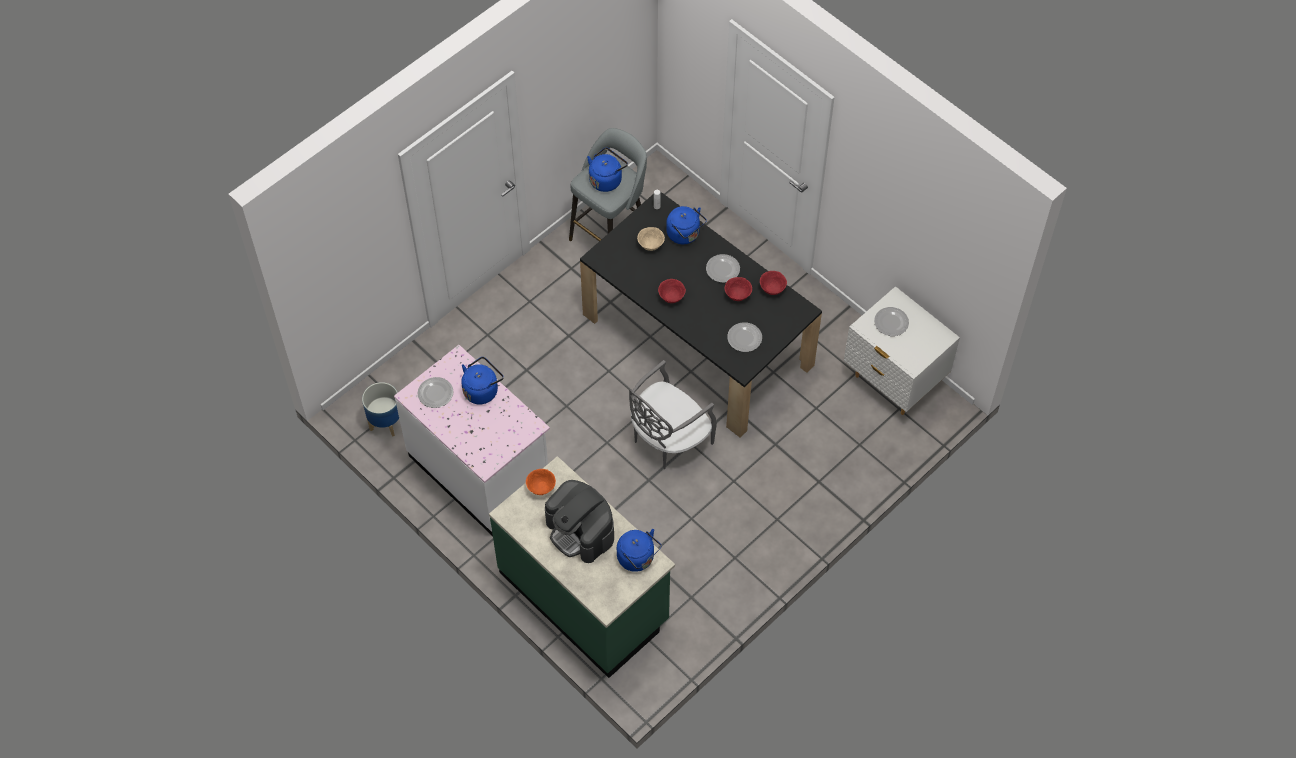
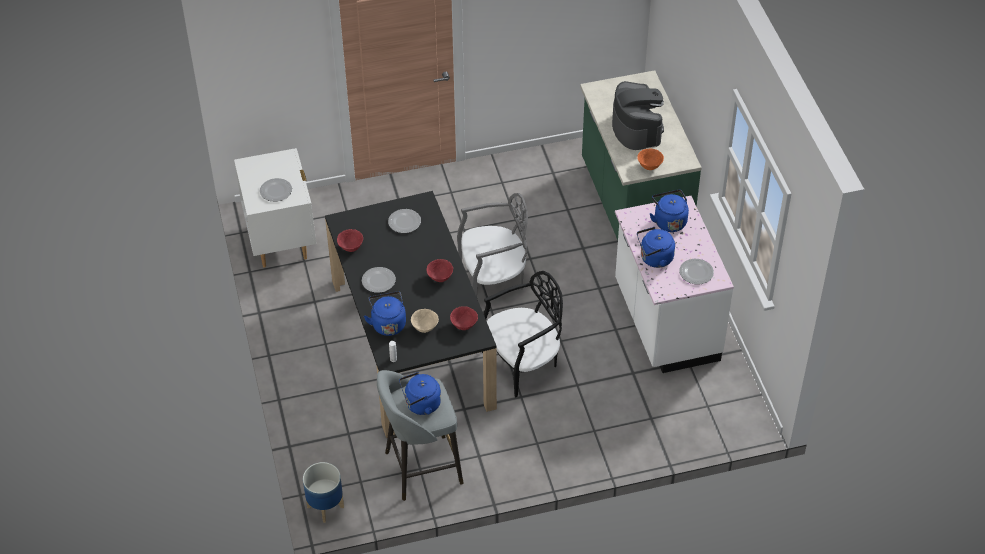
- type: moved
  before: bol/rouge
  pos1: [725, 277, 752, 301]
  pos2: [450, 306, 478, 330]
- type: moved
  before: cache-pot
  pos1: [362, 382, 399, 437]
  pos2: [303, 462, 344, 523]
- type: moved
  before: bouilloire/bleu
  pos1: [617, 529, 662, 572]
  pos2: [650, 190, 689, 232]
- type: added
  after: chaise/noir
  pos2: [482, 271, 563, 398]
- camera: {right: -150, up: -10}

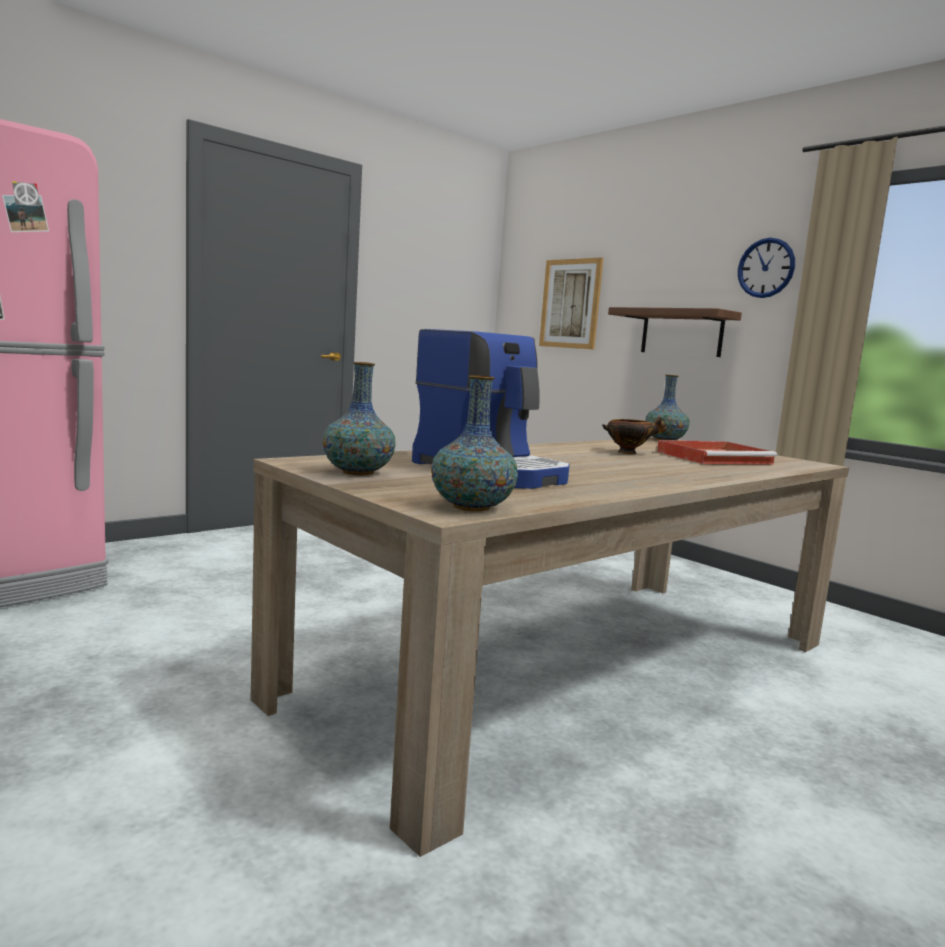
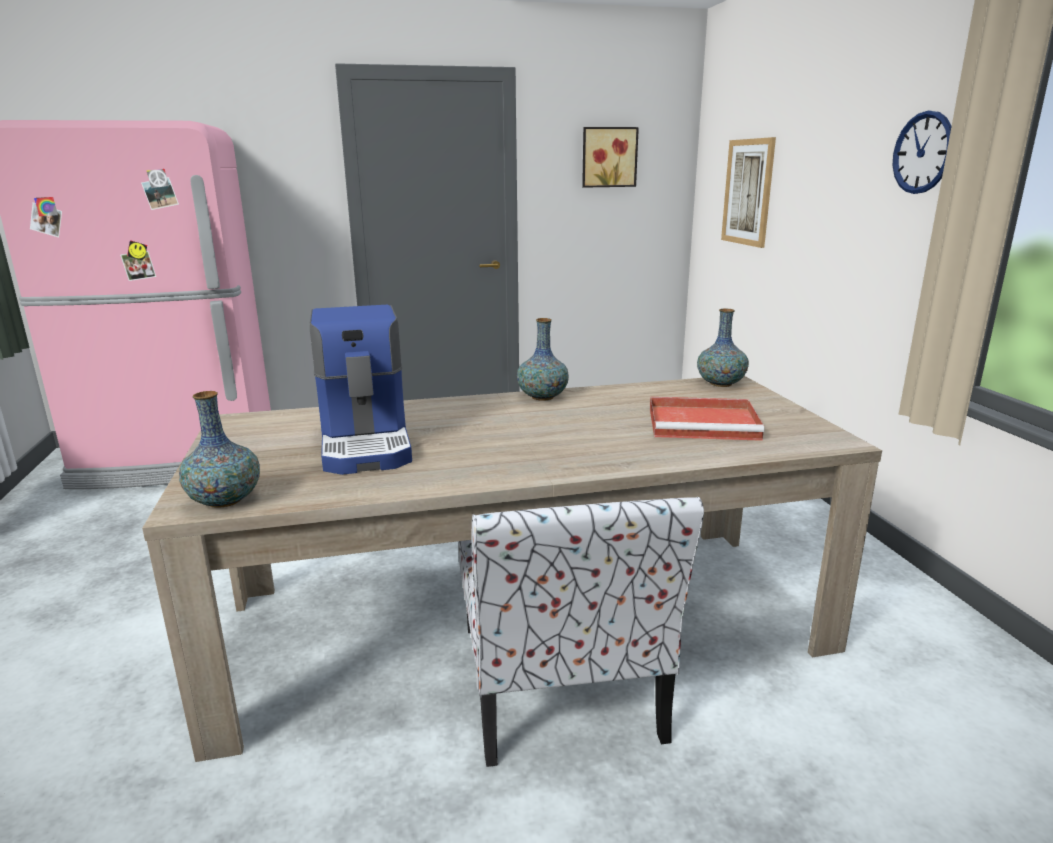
- type: removed
  before: étagère
  pos1: [608, 307, 742, 357]
- type: moved
  before: vase
  pos1: [323, 362, 396, 475]
  pos2: [517, 318, 569, 401]
- type: removed
  before: bol
  pos1: [602, 417, 667, 454]
- type: added
  after: tableau
  pos2: [582, 127, 639, 188]
- type: added
  after: chaise
  pos2: [459, 497, 704, 767]
- camera: {right: 30, up: 10}

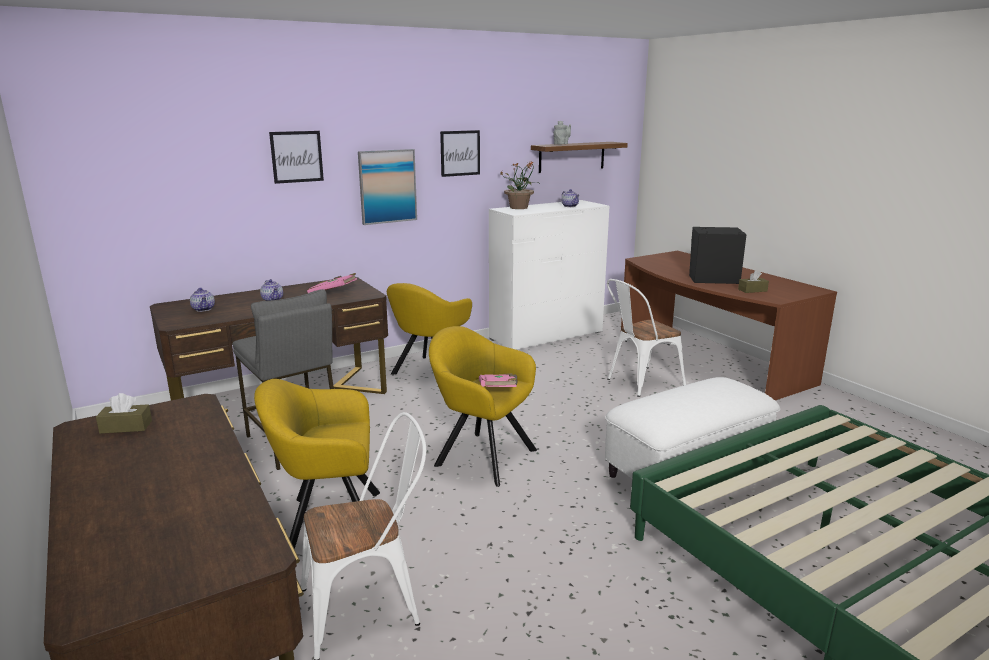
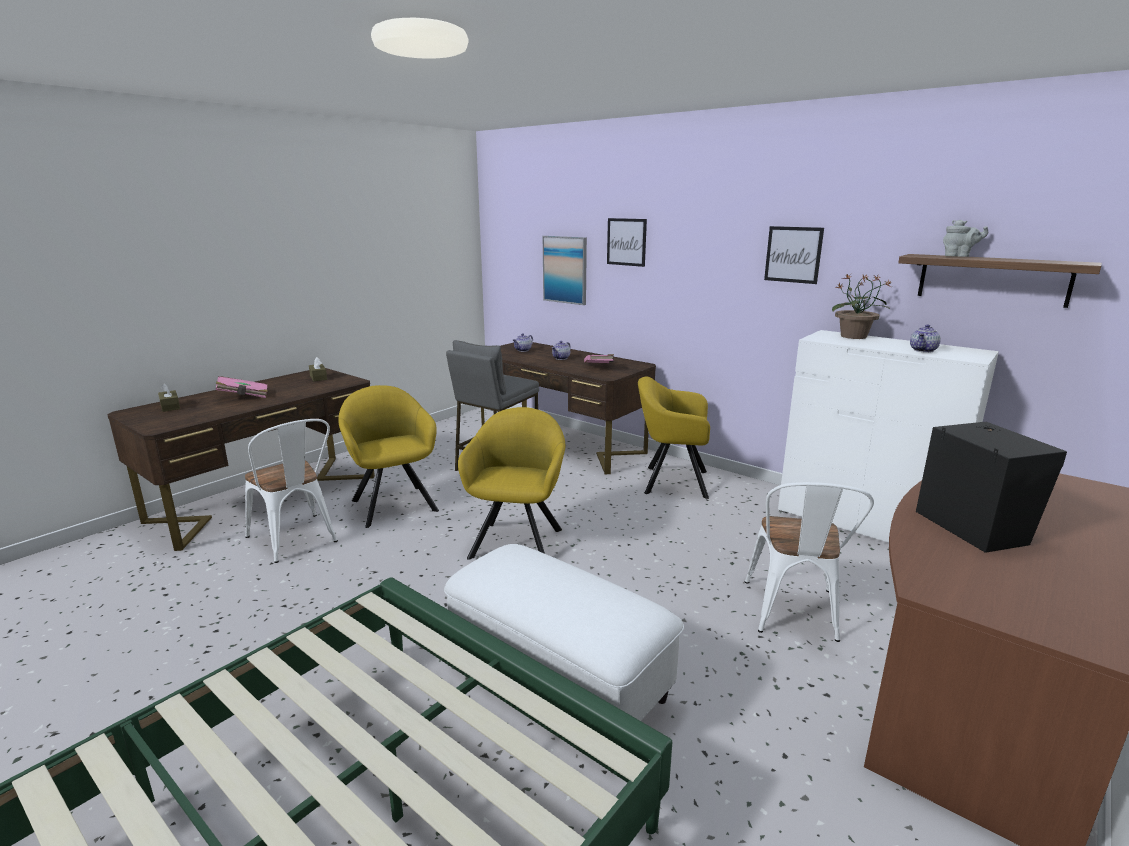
- type: moved
  before: tableau
  pos1: [358, 149, 417, 225]
  pos2: [543, 236, 587, 305]
- type: moved
  before: boîte à mouchoirs/marron
  pos1: [738, 270, 769, 293]
  pos2: [158, 383, 180, 412]
- type: turned
  before: chaise/blanc
  pos1: [607, 279, 686, 397]
  pos2: [745, 482, 874, 642]
  turn: -120
- type: moved
  before: livre/rose
  pos1: [479, 373, 517, 387]
  pos2: [215, 376, 268, 398]
- camera: {right: 70, up: 0}

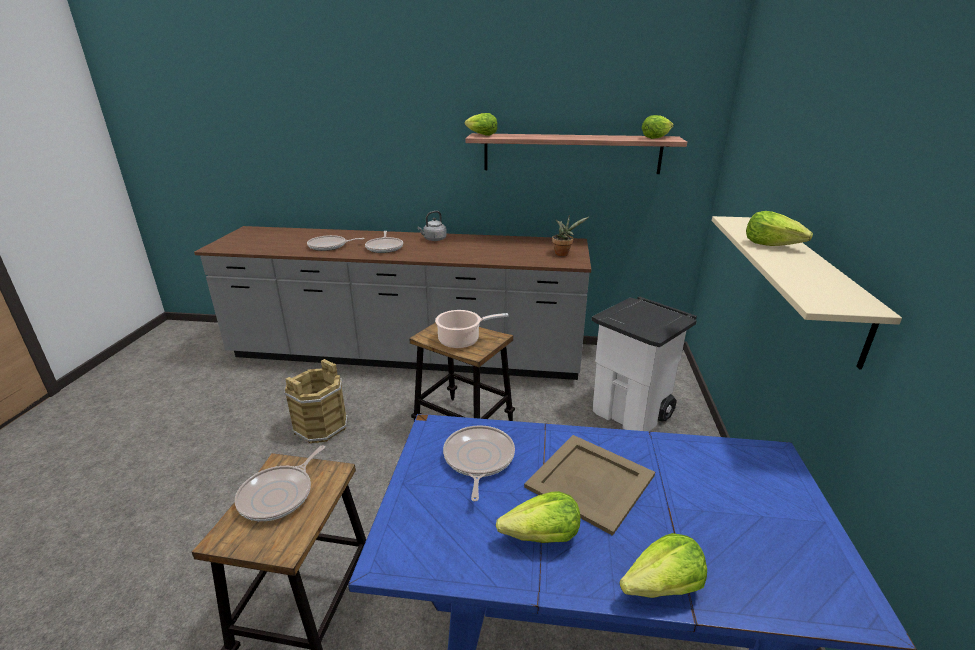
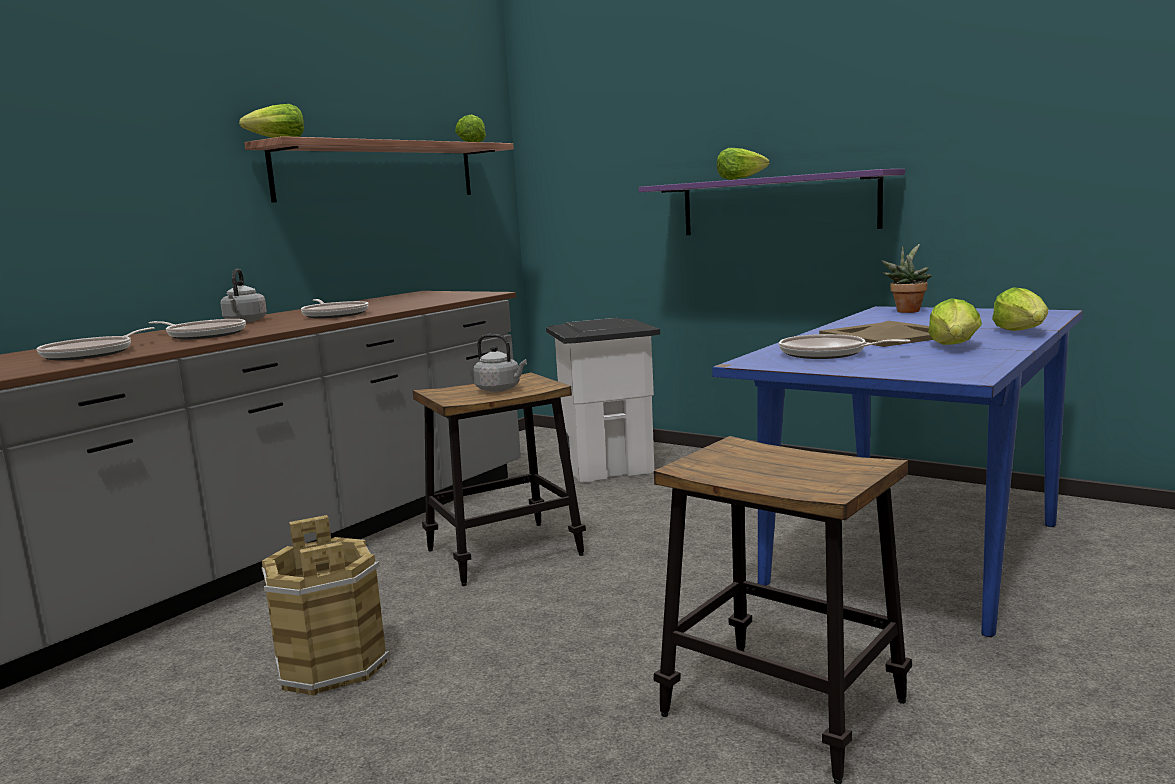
- type: moved
  before: plante en pot
  pos1: [552, 215, 589, 256]
  pos2: [881, 244, 932, 313]
- type: recoloured
  before: étagère/beige
  after: étagère/violet
  pos1: [712, 216, 902, 370]
  pos2: [639, 169, 905, 235]
- type: replaced
  before: marmite
  after: bouilloire/gris
  pos1: [435, 310, 509, 348]
  pos2: [473, 334, 527, 392]
- type: moved
  before: poêle
  pos1: [235, 445, 325, 521]
  pos2: [301, 299, 368, 318]
- camera: {right: -60, up: -15}

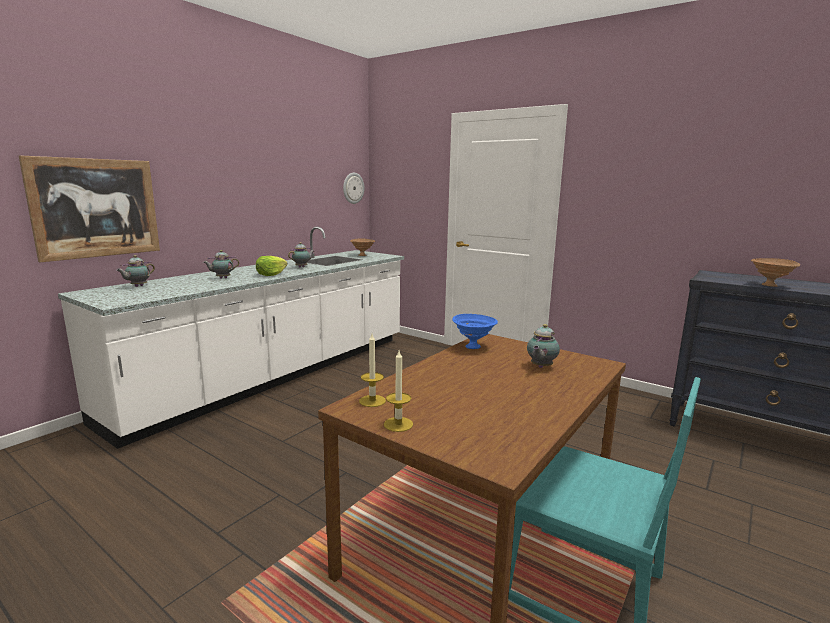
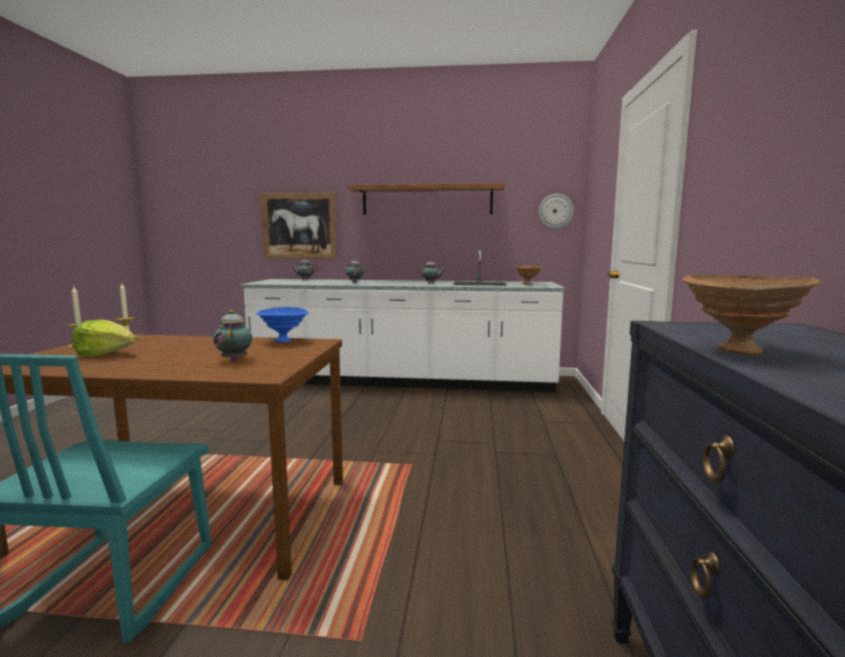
- type: moved
  before: laitue
  pos1: [256, 256, 288, 276]
  pos2: [72, 319, 136, 356]
- type: turned
  before: théière
  pos1: [527, 324, 560, 368]
  pos2: [213, 310, 252, 361]
  turn: 75
- type: added
  after: étagère
  pos2: [348, 183, 505, 215]
- camera: {right: 60, up: -5}

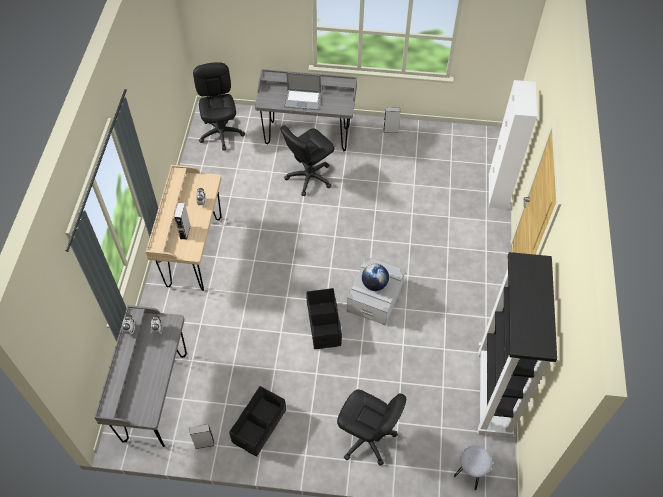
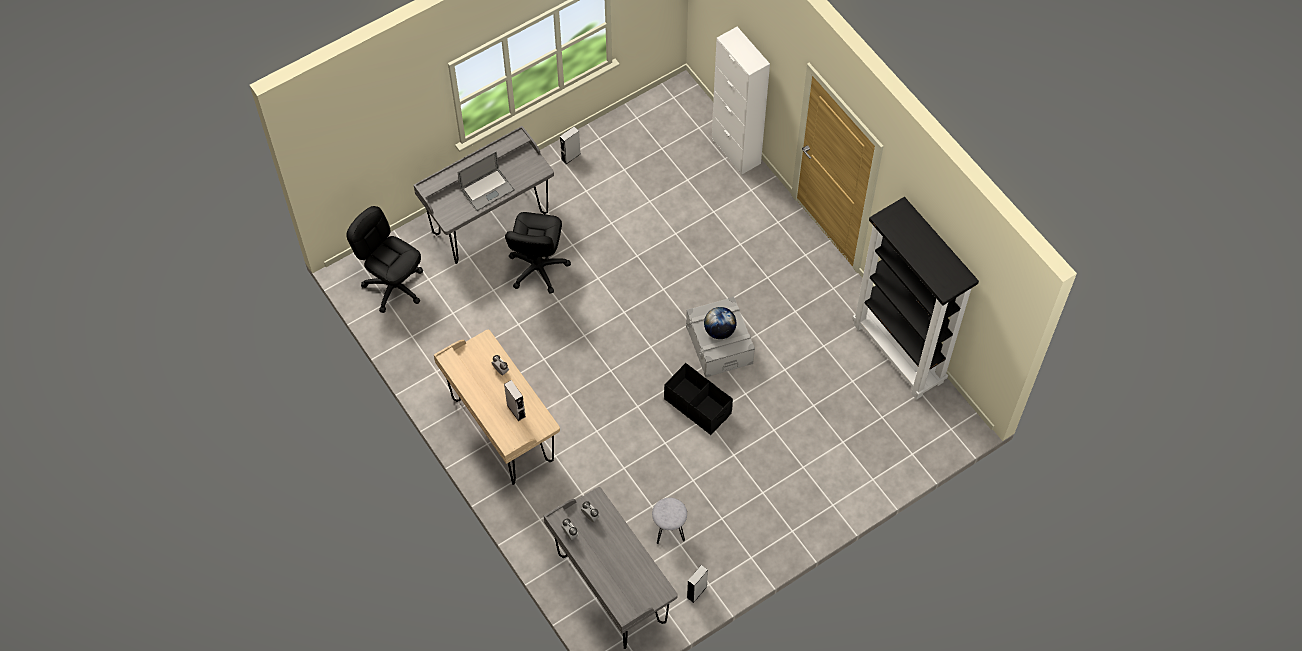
- type: removed
  before: boîte de rangement/noir
  pos1: [229, 386, 286, 456]
- type: removed
  before: chaise de bureau/noir
  pos1: [337, 389, 406, 466]
- type: moved
  before: tabouret/gris
  pos1: [454, 446, 493, 490]
  pos2: [652, 498, 687, 544]
- camera: {right: -40, up: 5}

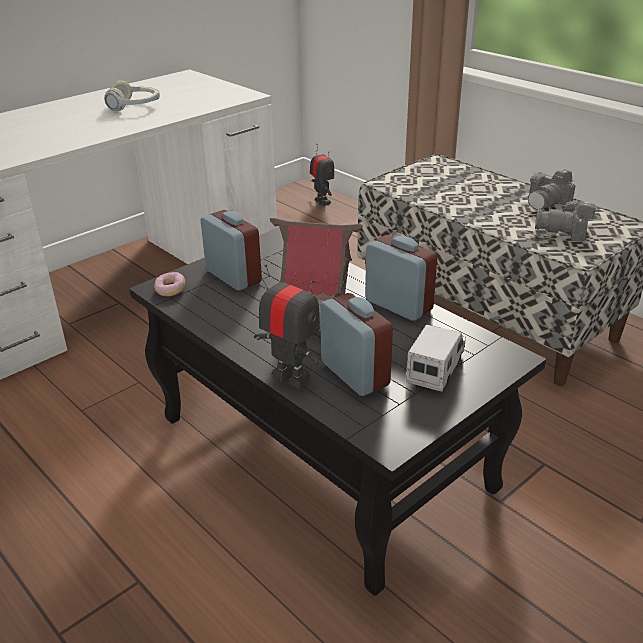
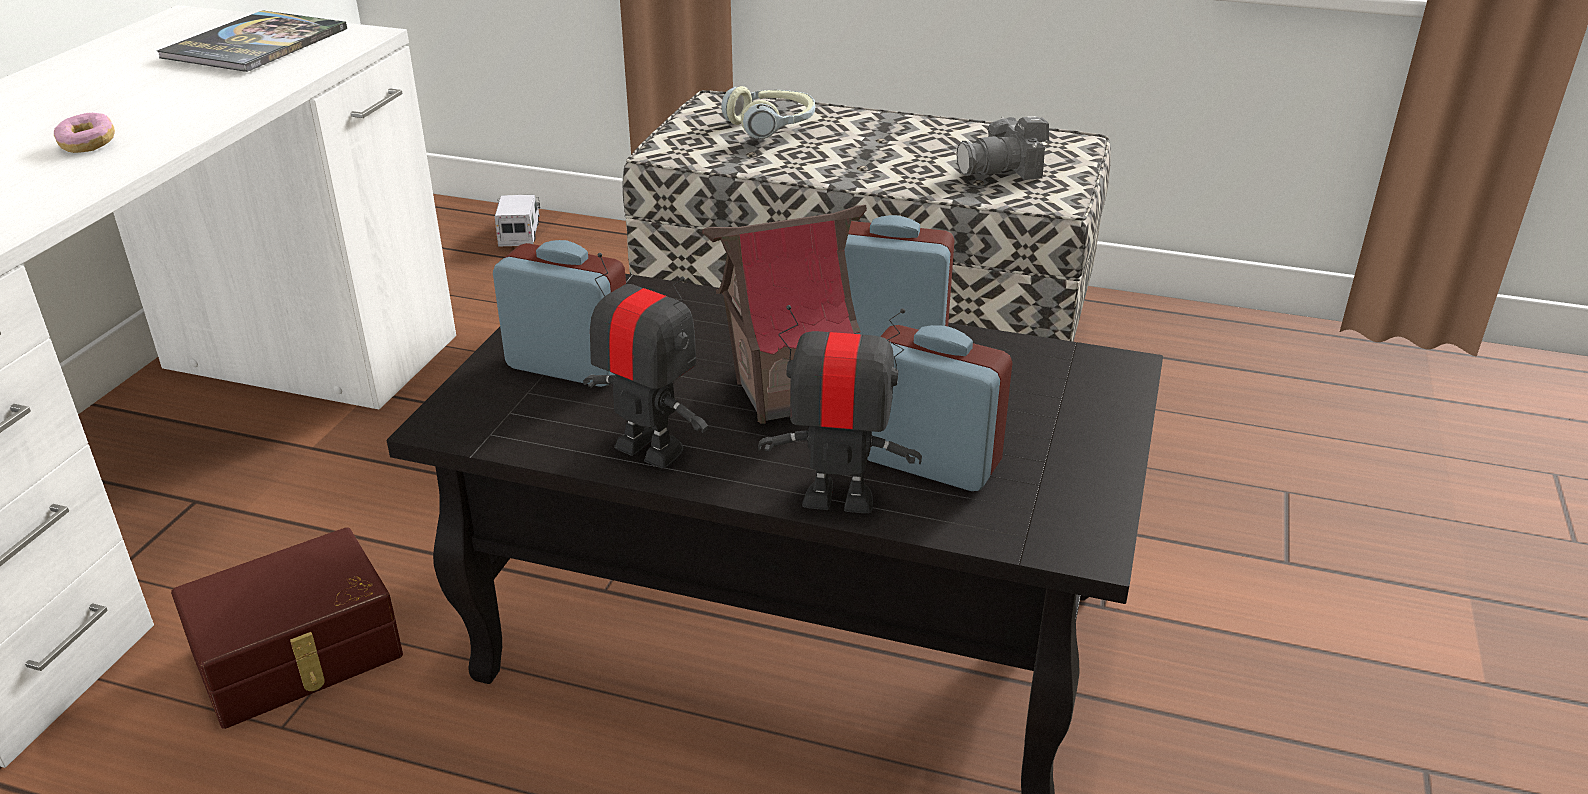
- type: moved
  before: casque audio
  pos1: [104, 81, 160, 111]
  pos2: [721, 86, 815, 139]
- type: moved
  before: robot jouet
  pos1: [310, 144, 334, 206]
  pos2: [583, 253, 708, 468]
- type: removed
  before: appareil photo
  pos1: [528, 169, 575, 210]
- type: moved
  before: beignet
  pos1: [154, 272, 185, 296]
  pos2: [54, 113, 115, 153]
- type: moved
  before: camion jouet
  pos1: [406, 325, 466, 392]
  pos2: [495, 194, 540, 247]
- type: added
  after: livre
  pos2: [157, 10, 347, 72]
- type: added
  after: boîte de rangement/marron
  pos2: [171, 527, 403, 729]
- camera: {right: -30, up: 0}

